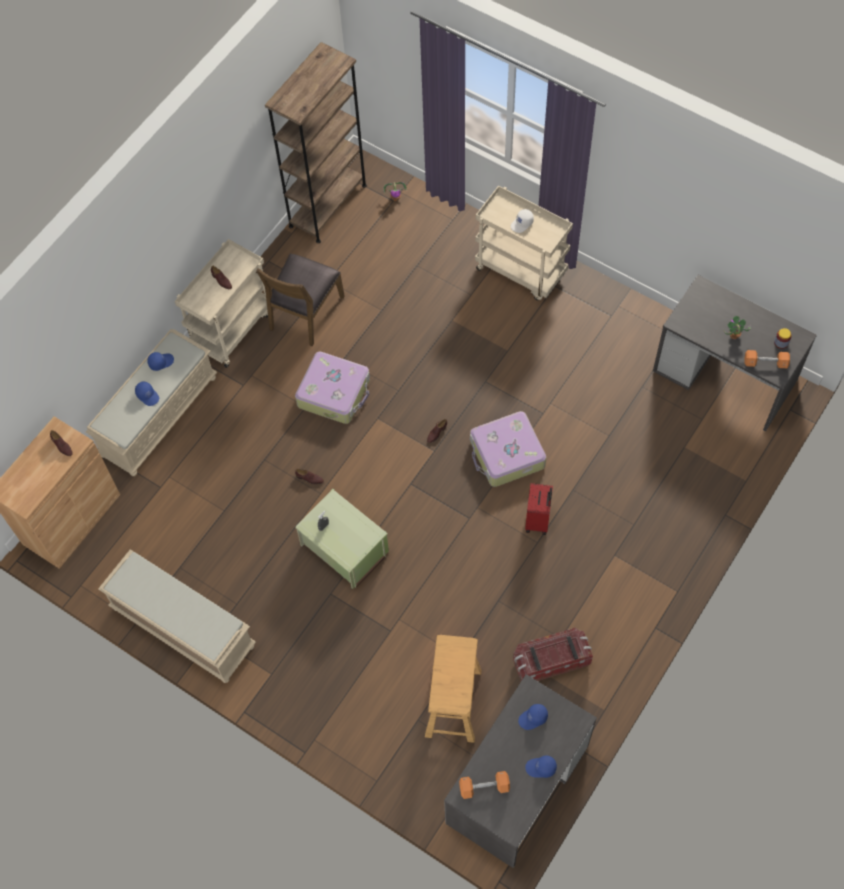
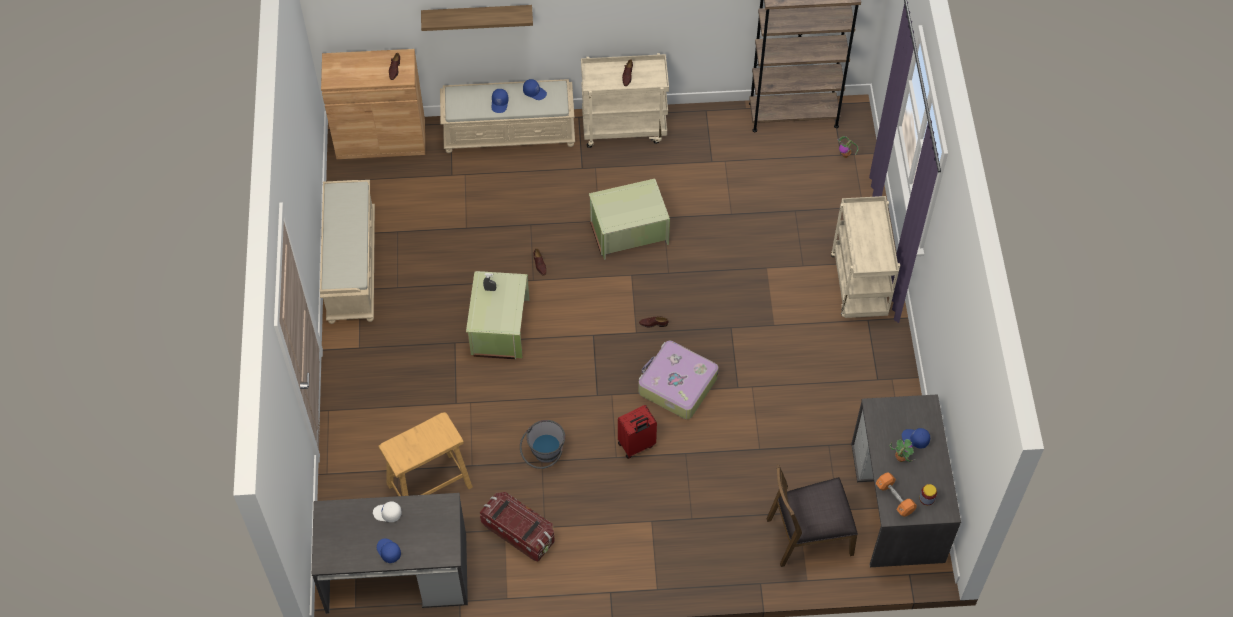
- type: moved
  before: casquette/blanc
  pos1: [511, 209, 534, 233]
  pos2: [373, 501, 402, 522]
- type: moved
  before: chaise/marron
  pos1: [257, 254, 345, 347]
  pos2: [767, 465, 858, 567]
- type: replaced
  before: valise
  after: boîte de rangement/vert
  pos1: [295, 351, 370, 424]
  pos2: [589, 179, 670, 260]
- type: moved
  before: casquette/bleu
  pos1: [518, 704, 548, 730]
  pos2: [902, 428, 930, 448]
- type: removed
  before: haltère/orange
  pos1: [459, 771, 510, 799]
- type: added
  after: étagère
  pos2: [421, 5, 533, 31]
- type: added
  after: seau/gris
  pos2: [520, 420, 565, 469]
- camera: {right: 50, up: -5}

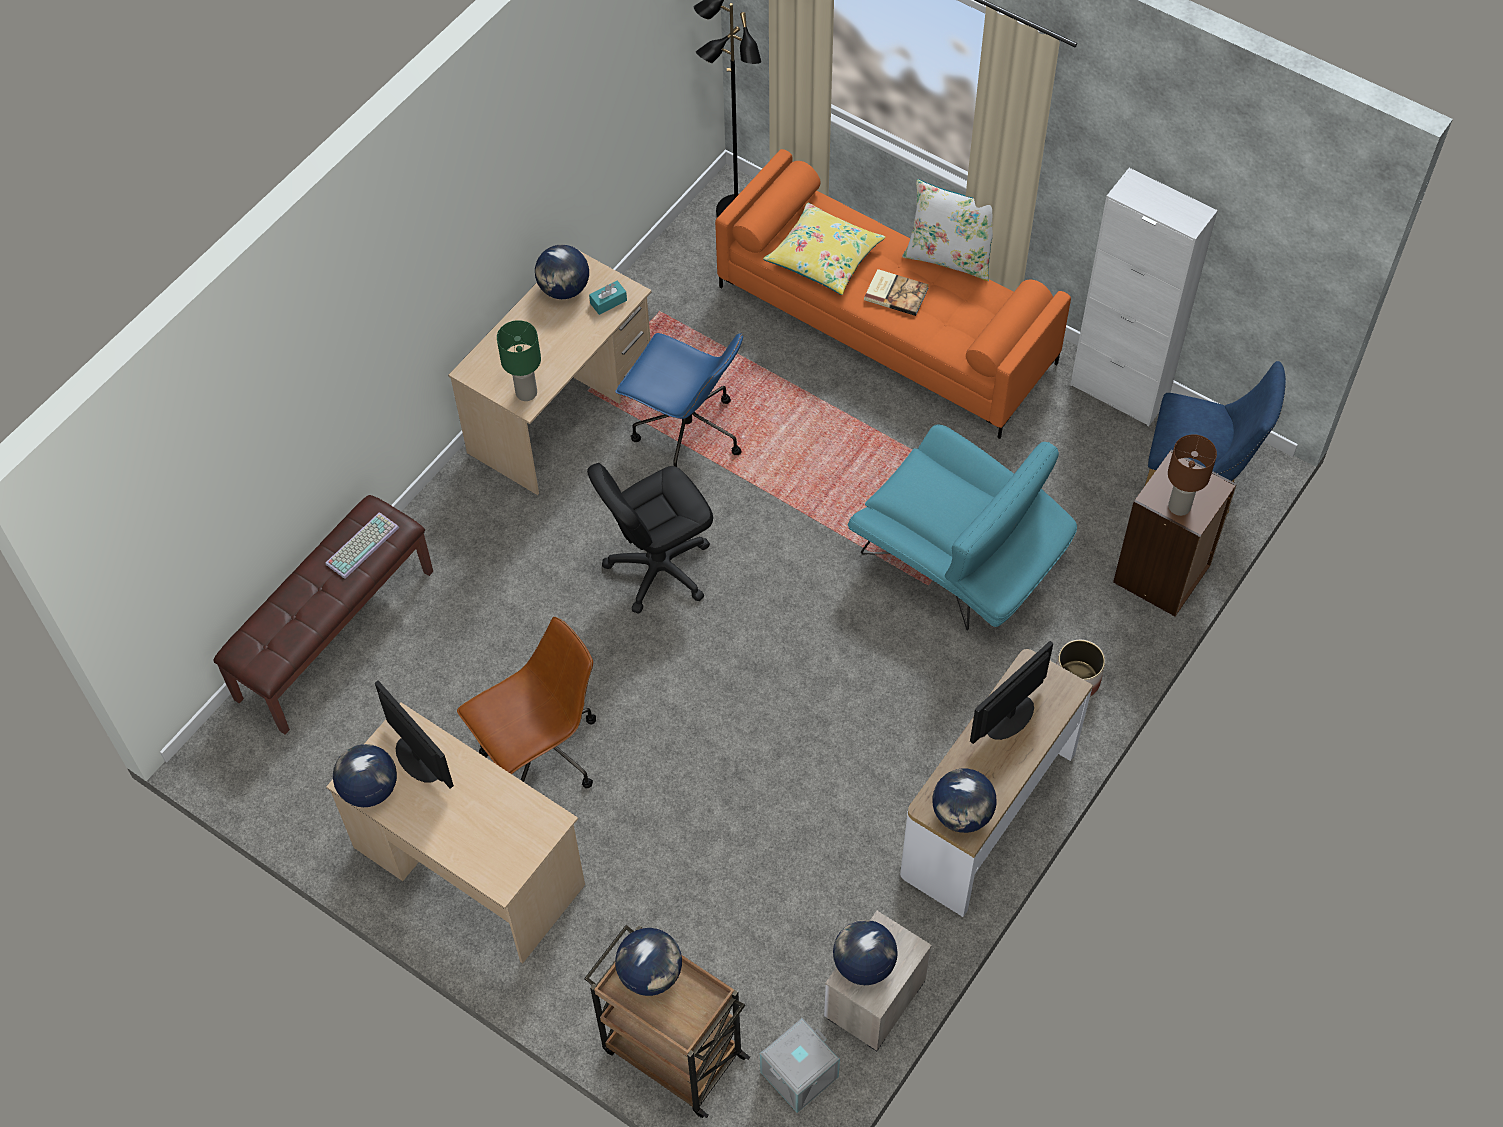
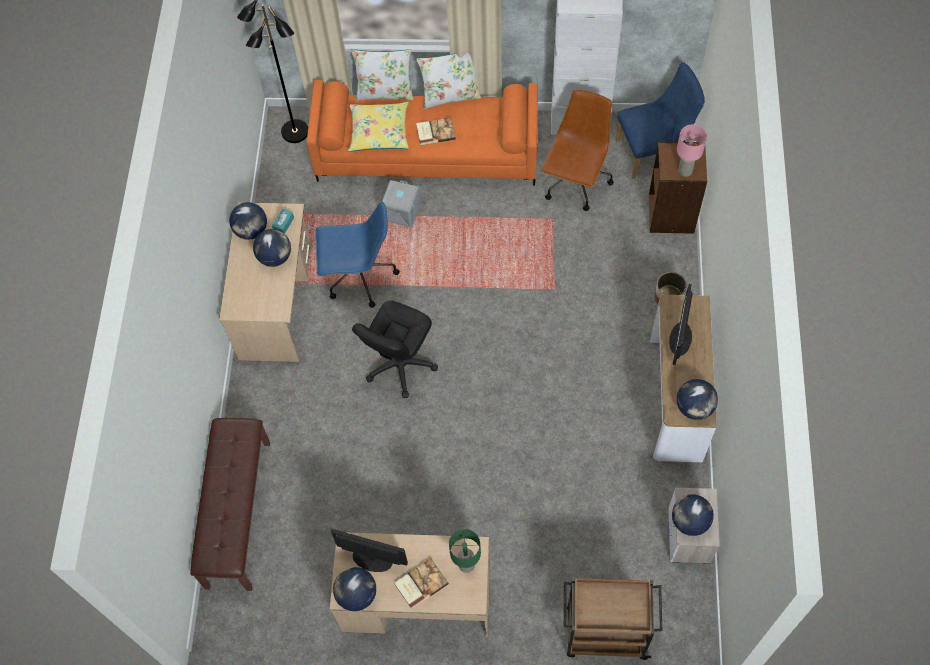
- type: moved
  before: lampe de table/vert
  pos1: [497, 320, 541, 401]
  pos2: [449, 529, 481, 573]
- type: removed
  before: fauteuil/turquoise
  pos1: [848, 424, 1077, 630]
- type: recoloured
  before: lampe de table/marron
  after: lampe de table/rose
  pos1: [1168, 434, 1217, 516]
  pos2: [677, 124, 707, 177]
- type: removed
  before: clavier
  pos1: [325, 512, 399, 579]
- type: moved
  before: chaise de bureau/marron
  pos1: [457, 617, 596, 788]
  pos2: [541, 89, 614, 211]
- type: moved
  before: globe
  pos1: [615, 928, 682, 996]
  pos2: [253, 229, 291, 267]
- type: moved
  before: boîte de rangement/gris
  pos1: [760, 1018, 840, 1113]
  pos2: [382, 180, 421, 227]
- type: added
  after: coussin/blanc
  pos2: [351, 49, 414, 101]
- type: added
  after: livre
  pos2: [394, 558, 449, 609]
- camera: {right: -30, up: 5}

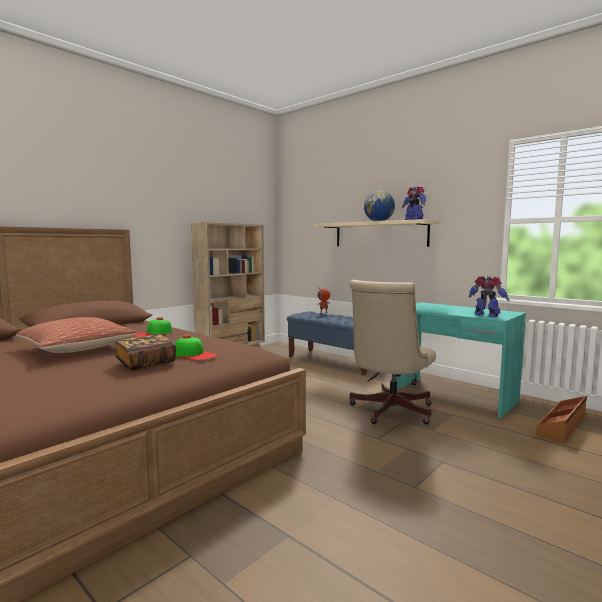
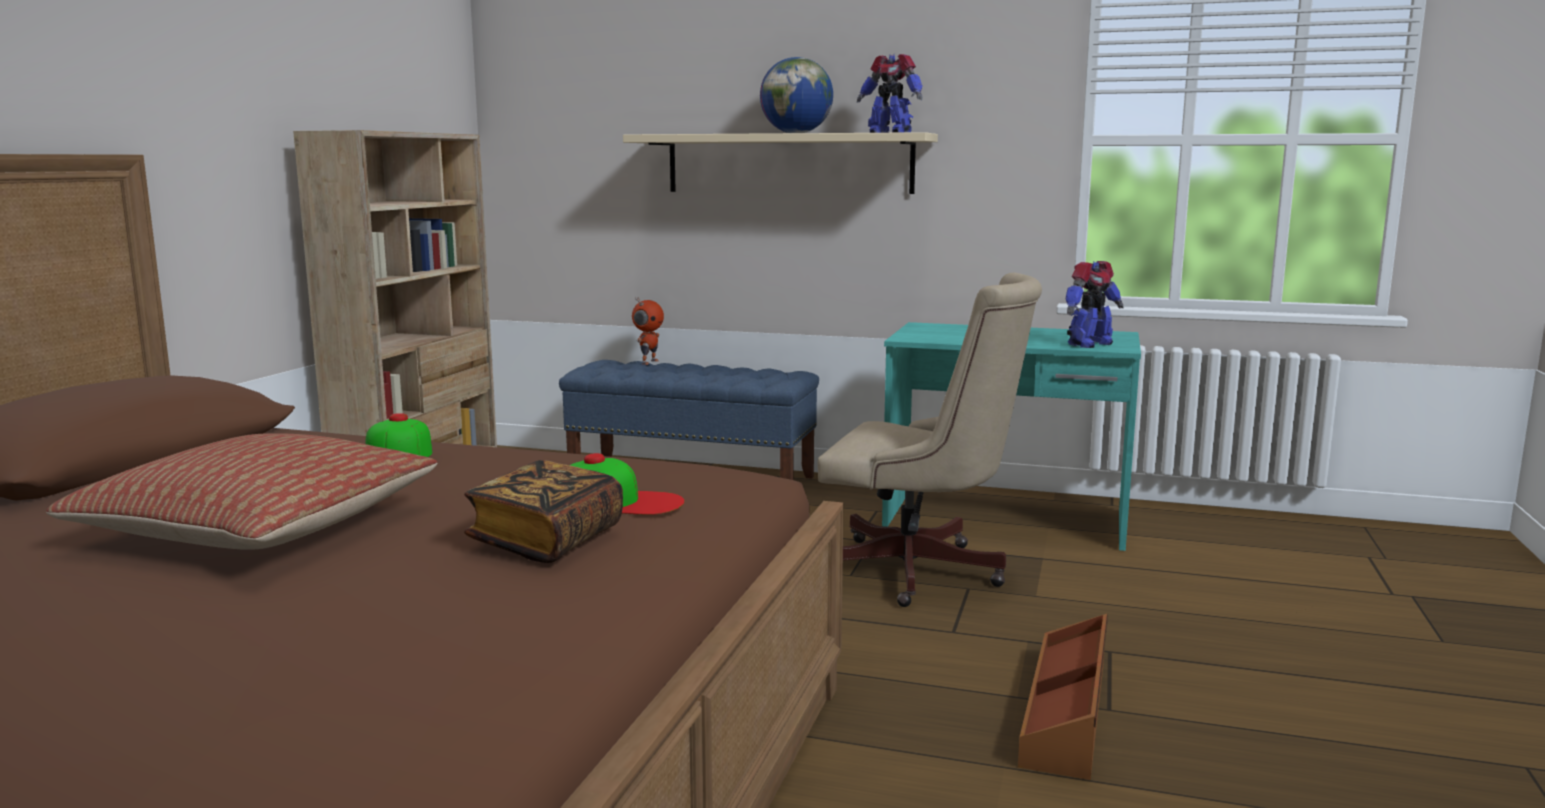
- type: turned
  before: robot jouet
  pos1: [469, 276, 509, 317]
  pos2: [1066, 261, 1124, 348]
  turn: 120
- type: turned
  before: chaise de bureau/beige
  pos1: [350, 280, 436, 425]
  pos2: [818, 273, 1042, 607]
  turn: -75
- type: moved
  before: boîte de rangement/marron
  pos1: [536, 396, 587, 444]
  pos2: [1018, 614, 1108, 780]
- camera: {right: -25, up: 5}

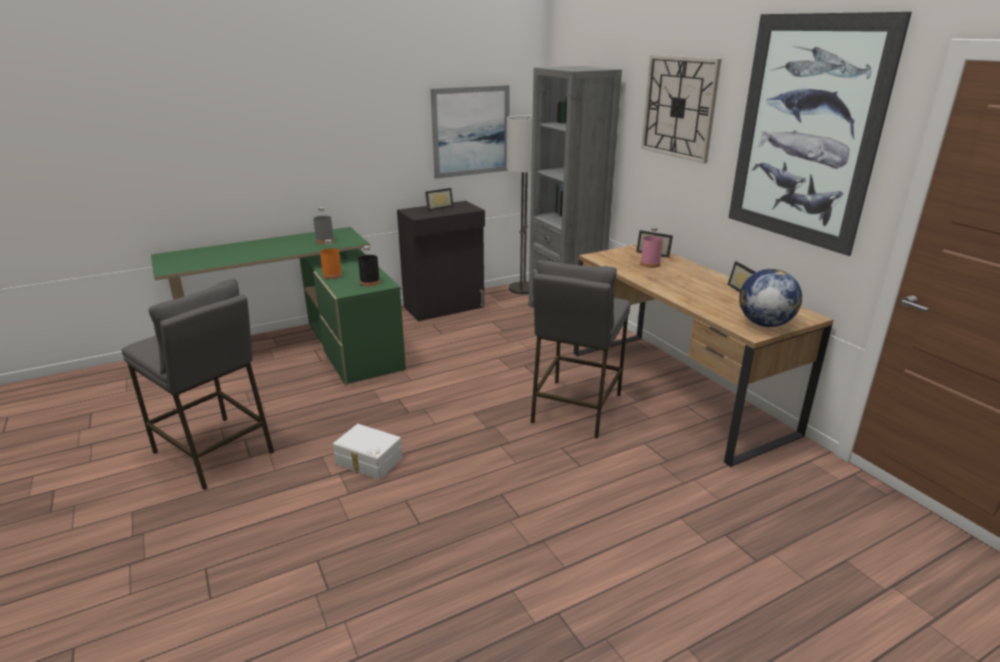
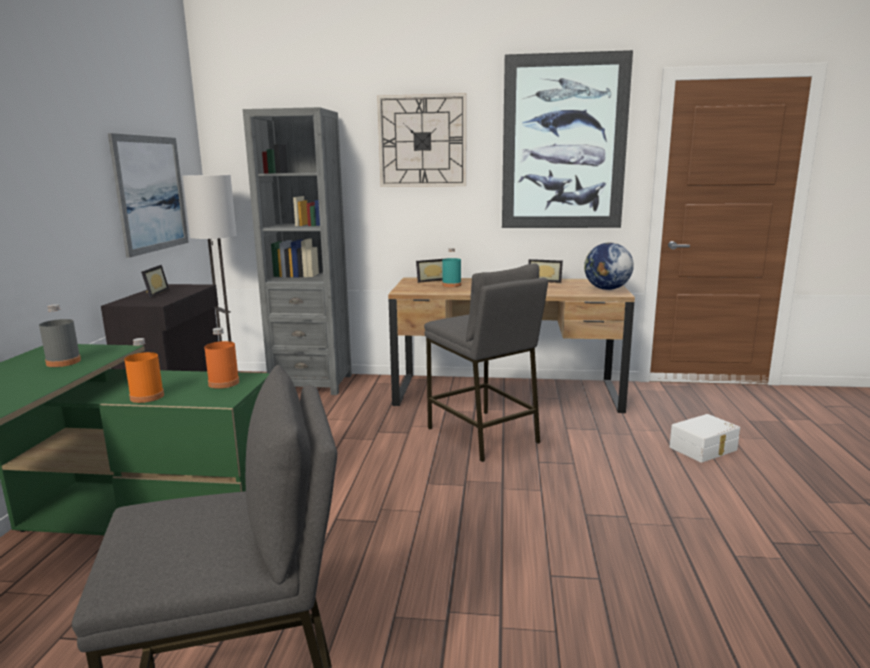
- type: recoloured
  before: bouteille/rose
  after: bouteille/turquoise
  pos1: [640, 226, 663, 268]
  pos2: [442, 248, 461, 287]
- type: recoloured
  before: bouteille/noir
  after: bouteille/orange
  pos1: [358, 246, 380, 287]
  pos2: [204, 327, 239, 389]
- type: moved
  before: boîte de rangement/blanc
  pos1: [333, 424, 402, 480]
  pos2: [669, 414, 740, 463]
- camera: {right: -55, up: -10}

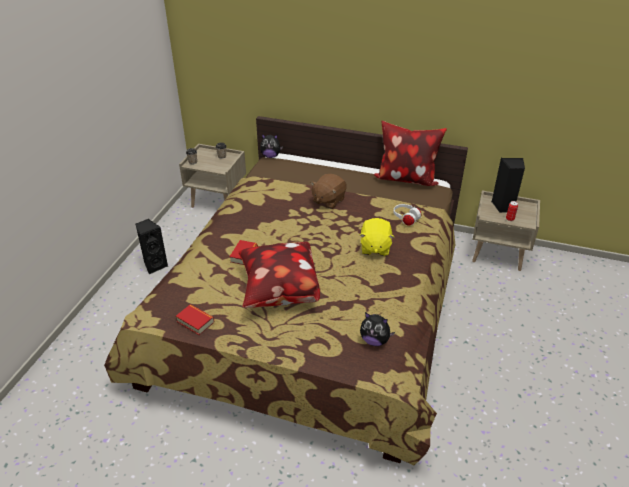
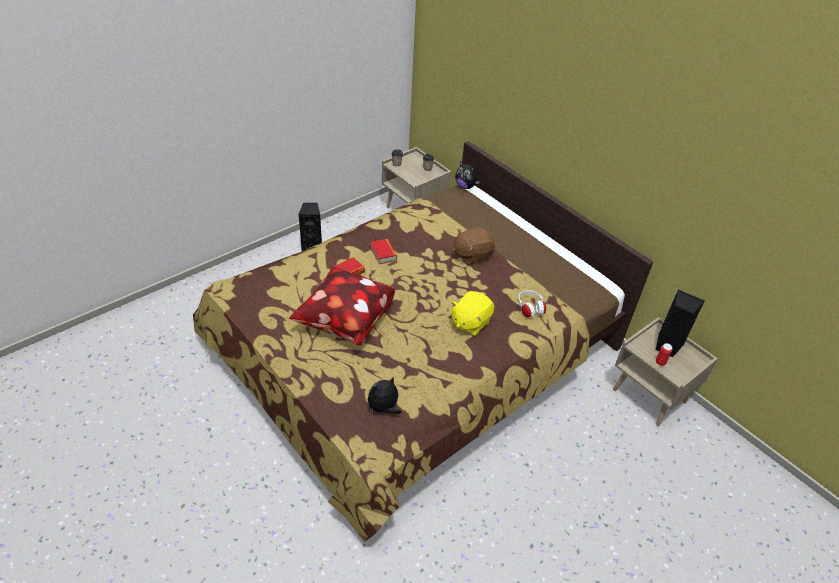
- type: removed
  before: coussin
  pos1: [373, 121, 447, 186]
- type: moved
  before: livre
  pos1: [176, 305, 214, 335]
  pos2: [370, 239, 397, 264]
- type: turned
  before: peluche
  pos1: [360, 312, 395, 346]
  pos2: [368, 377, 401, 415]
  turn: 90
- camera: {right: 30, up: 5}

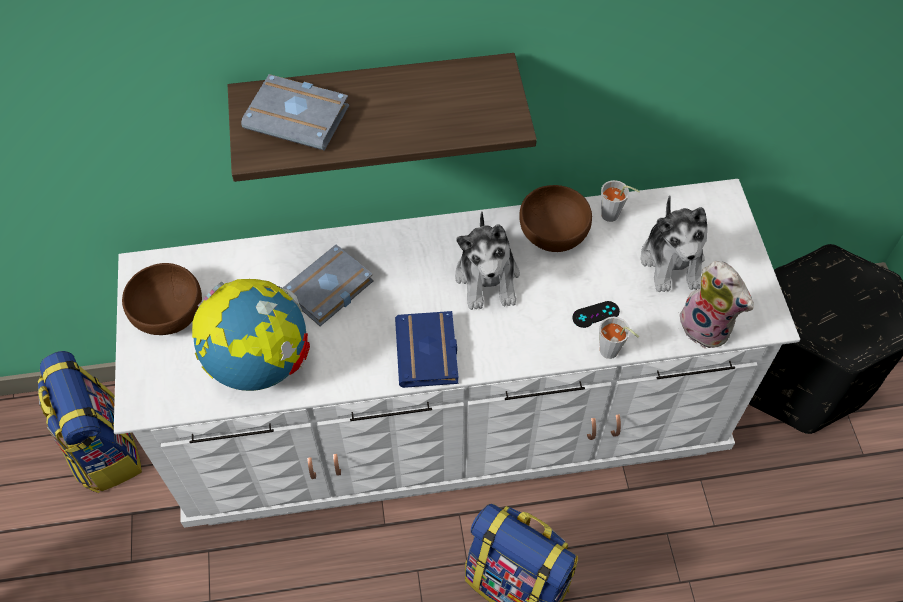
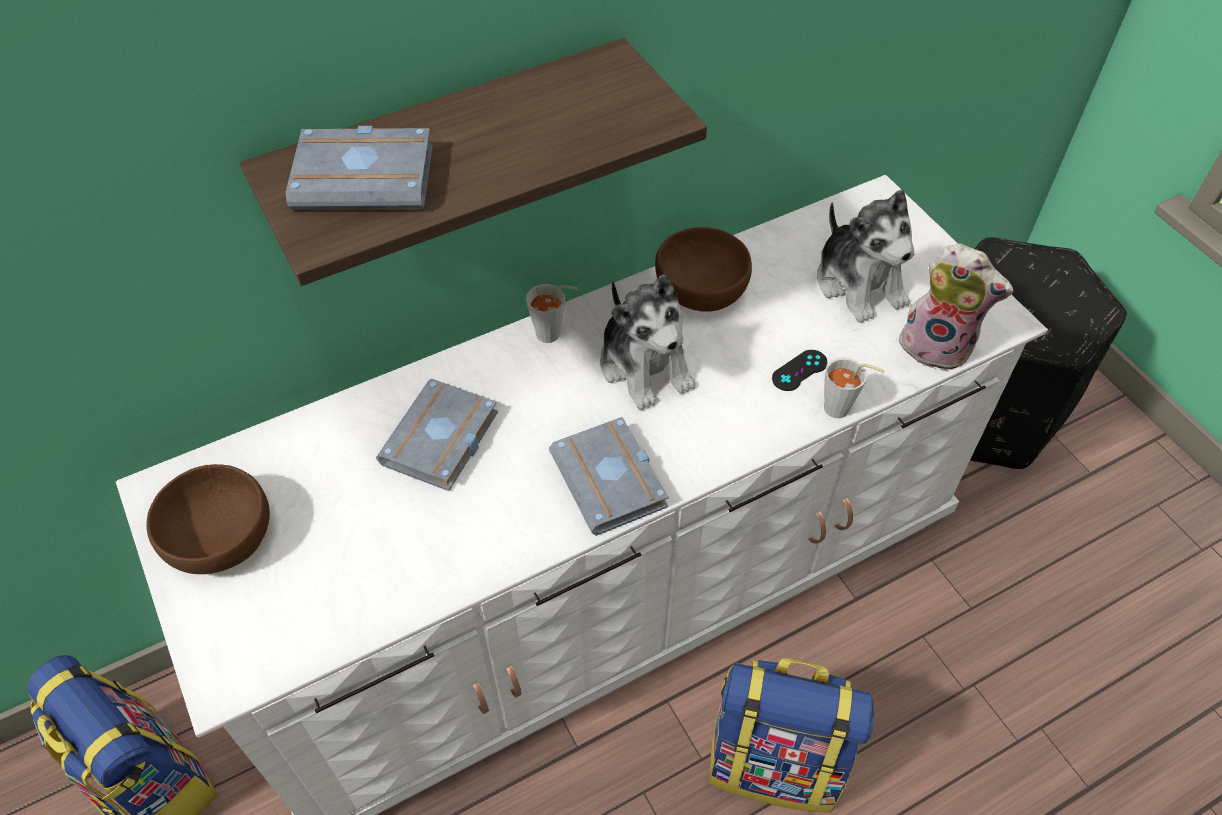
- type: moved
  before: tasse/gris
  pos1: [601, 180, 640, 222]
  pos2: [526, 284, 578, 343]
- type: removed
  before: globe
  pos1: [192, 279, 310, 391]
- type: recoloured
  before: livre/bleu
  after: livre/gris
  pos1: [395, 311, 458, 388]
  pos2: [549, 417, 669, 536]
- camera: {right: -20, up: -5}

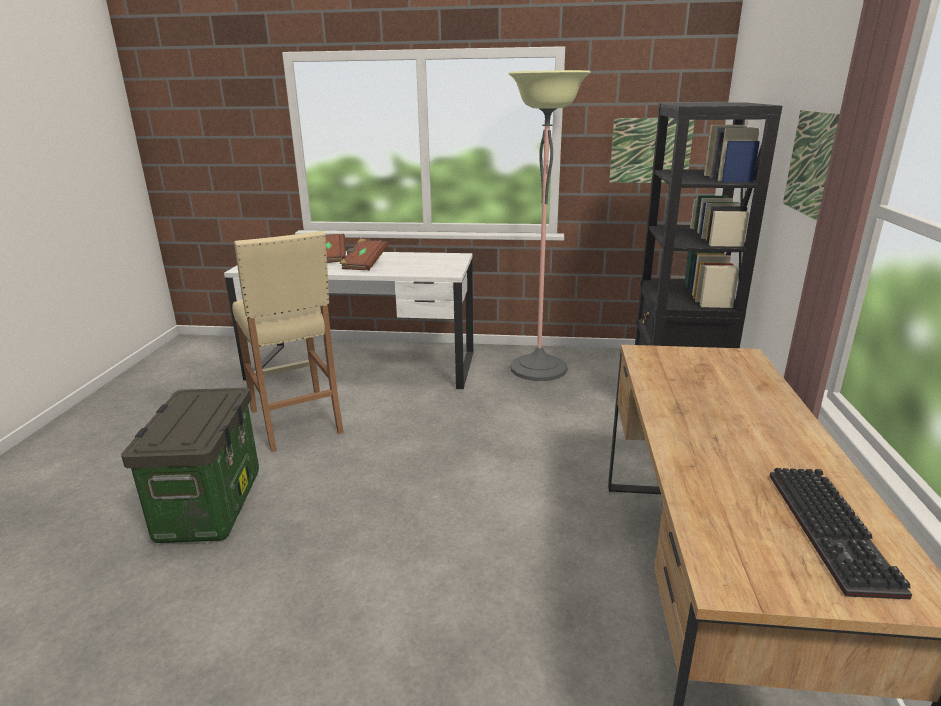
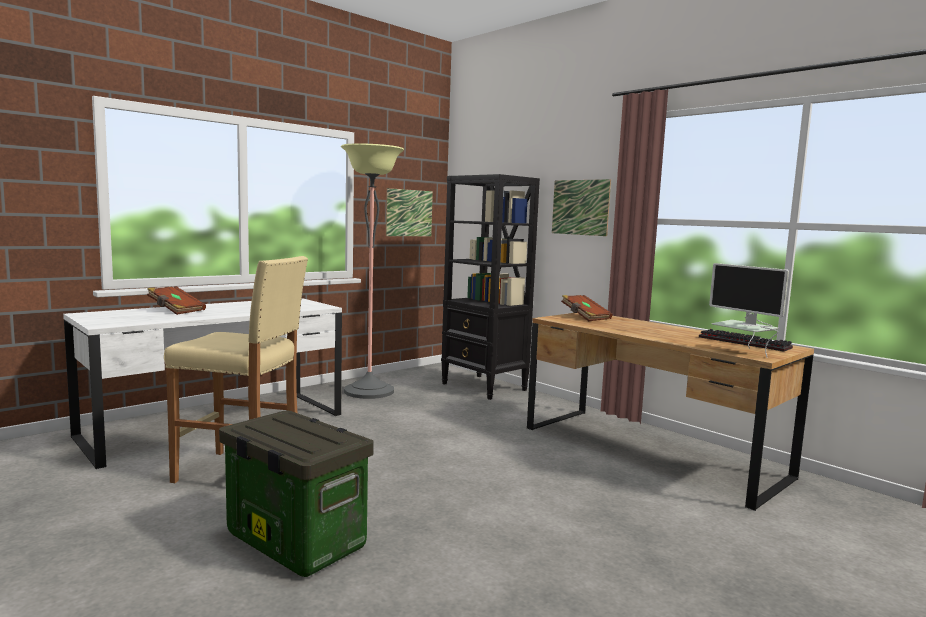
- type: moved
  before: livre/marron
  pos1: [340, 239, 388, 271]
  pos2: [561, 295, 613, 321]
- type: added
  after: écran d'ordinateur
  pos2: [709, 263, 789, 358]
- camera: {right: -50, up: -15}

